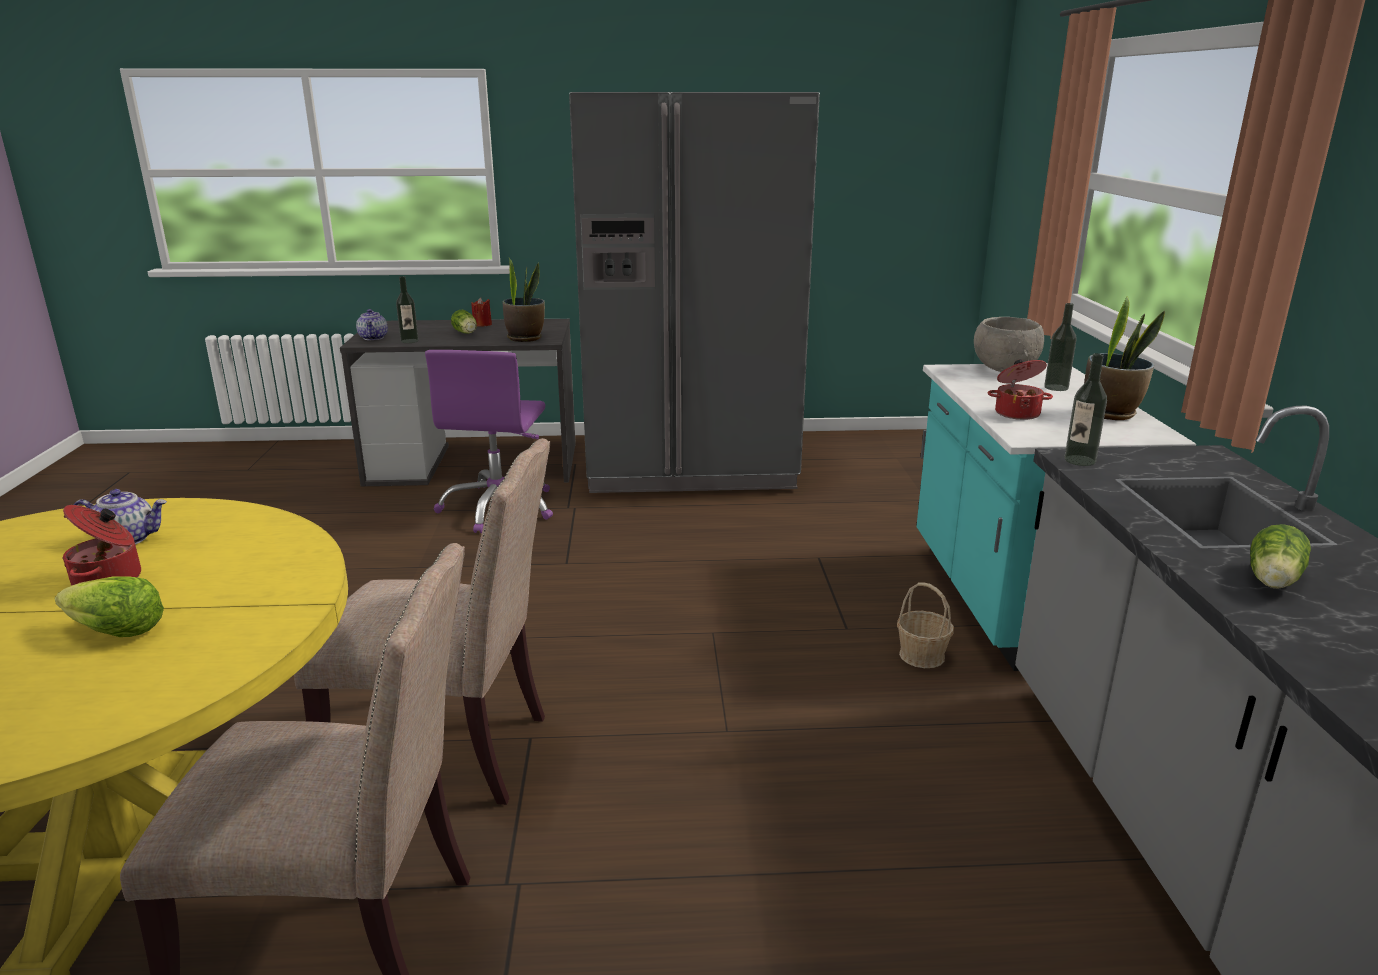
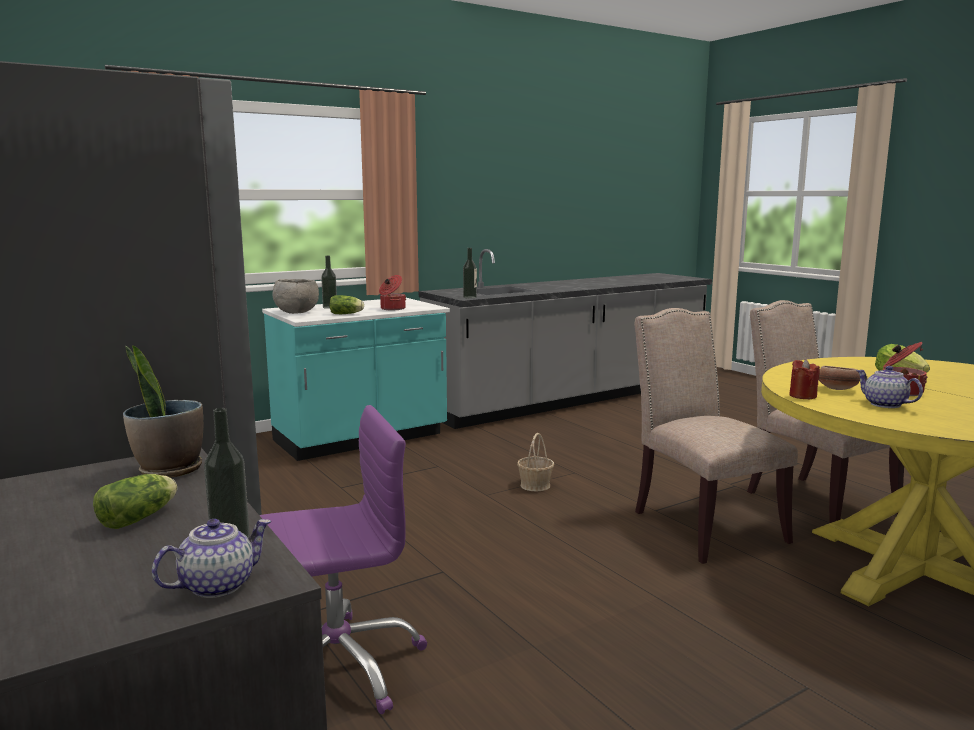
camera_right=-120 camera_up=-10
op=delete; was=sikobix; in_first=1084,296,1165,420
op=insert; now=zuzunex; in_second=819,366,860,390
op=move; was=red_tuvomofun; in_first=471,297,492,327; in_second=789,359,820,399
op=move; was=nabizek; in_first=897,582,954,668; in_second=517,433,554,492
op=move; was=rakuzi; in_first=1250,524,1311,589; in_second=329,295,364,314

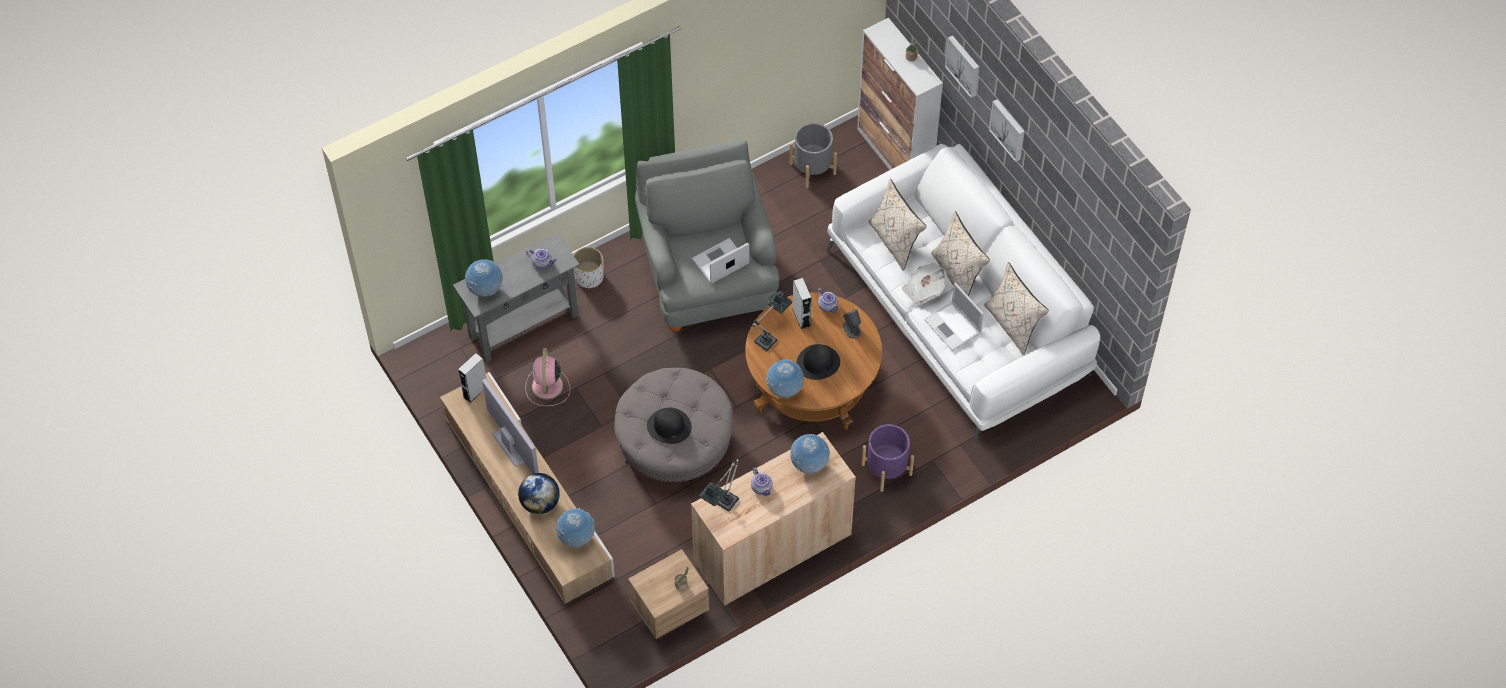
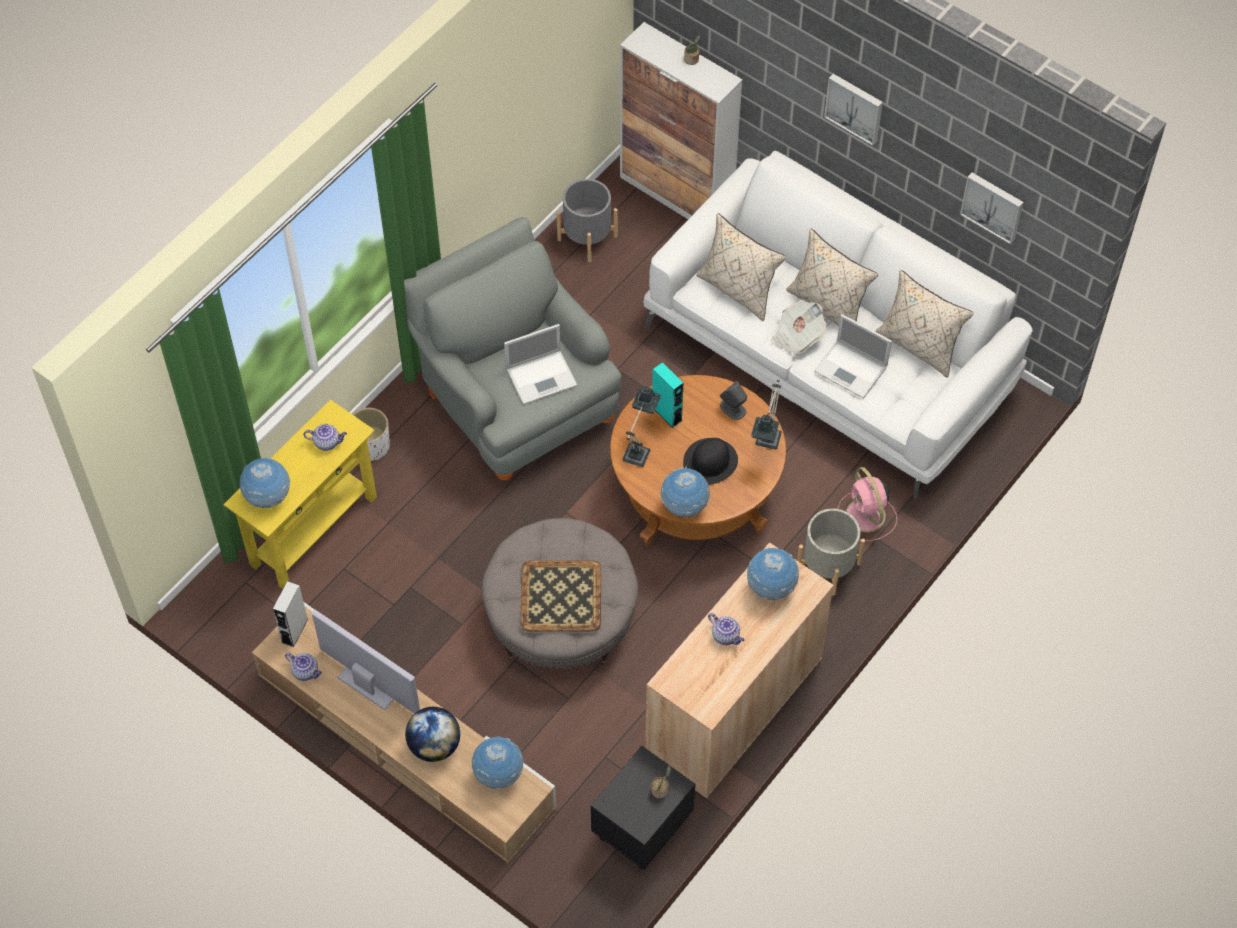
camera_right=-20 camera_up=0
op=move; was=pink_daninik; in_first=525,348,570,406; in_second=837,467,897,541
op=move; was=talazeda; in_first=699,458,740,512; in_second=751,380,782,449
op=move; was=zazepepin; in_first=817,288,839,313; in_second=285,653,322,681
op=move; was=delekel; in_first=945,35,979,98; in_second=960,173,1023,244
op=replace; was=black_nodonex; now=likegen; in_first=647,408,692,444; in_second=520,560,601,632
op=recolor; was=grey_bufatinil; now=yellow_bufatinil; in_first=453,233,580,363; in_second=223,400,377,589
op=recolor; was=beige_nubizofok; now=black_nubizofok; in_first=628,549,709,640; in_second=591,746,695,869
op=recolor; was=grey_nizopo; now=turquoise_nizopo; in_first=792,278,811,330; in_second=652,362,683,428
op=recolor; was=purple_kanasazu; now=grey_kanasazu; in_first=861,424,914,492; in_second=797,509,865,596
op=rotate; was=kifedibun; in_first=692,238,749,284; in_second=504,324,577,405; clockwise=-150

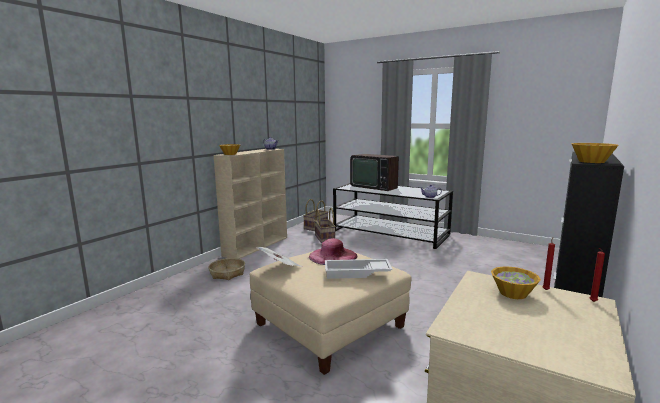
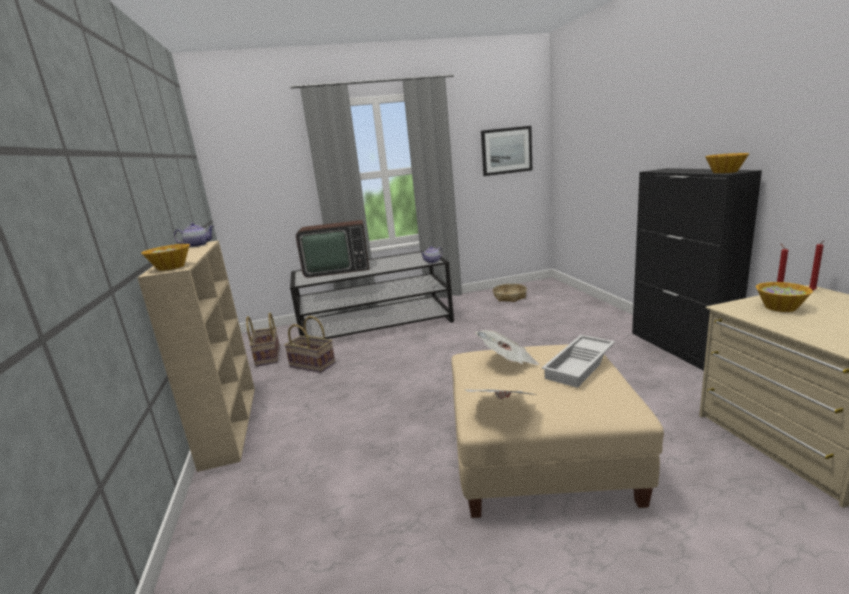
camera_right=-45 camera_up=5
op=insert; now=delekel; in_second=481,126,532,176
op=move; was=nabizek; in_first=208,258,245,280; in_second=493,284,527,302
op=replace; was=pink_nodonex; now=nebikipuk; in_first=309,238,358,265; in_second=475,330,540,365

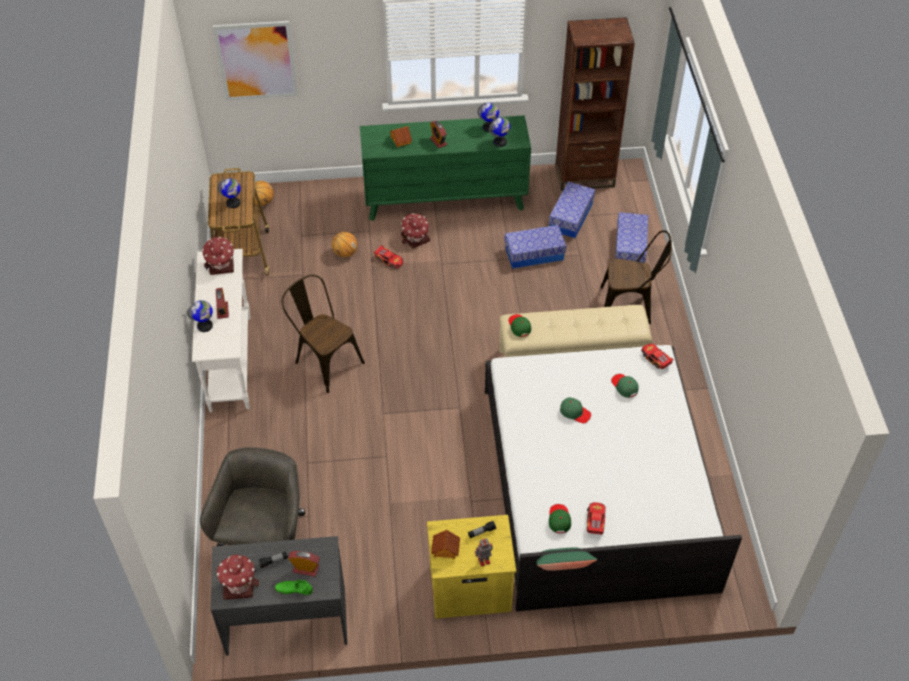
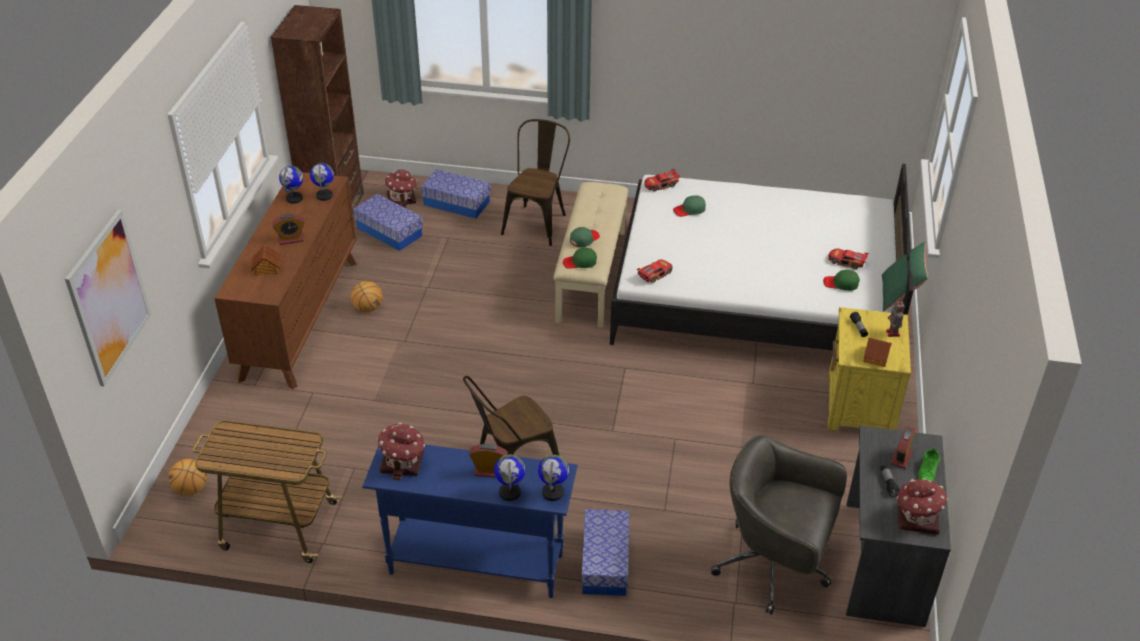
camera_right=-75 camera_up=-10
op=move; was=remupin; in_first=217,178,241,208; in_second=538,455,569,501
op=move; was=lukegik; in_first=332,232,357,257; in_second=351,281,383,312
op=move; was=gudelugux; in_first=374,245,403,269; in_second=636,259,673,283
op=move; was=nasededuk; in_first=401,213,430,249; in_second=385,169,417,208
op=move; was=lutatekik; in_first=504,225,567,269; in_second=581,509,629,596
op=move; was=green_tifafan; in_first=560,397,591,423; in_second=570,227,600,247
op=recolor; was=white_bufatinil; now=blue_bufatinil; in_first=192,249,251,412; in_second=362,444,578,598
op=recolor; was=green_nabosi; now=brown_nabosi; in_first=360,115,531,221; in_second=214,172,357,389

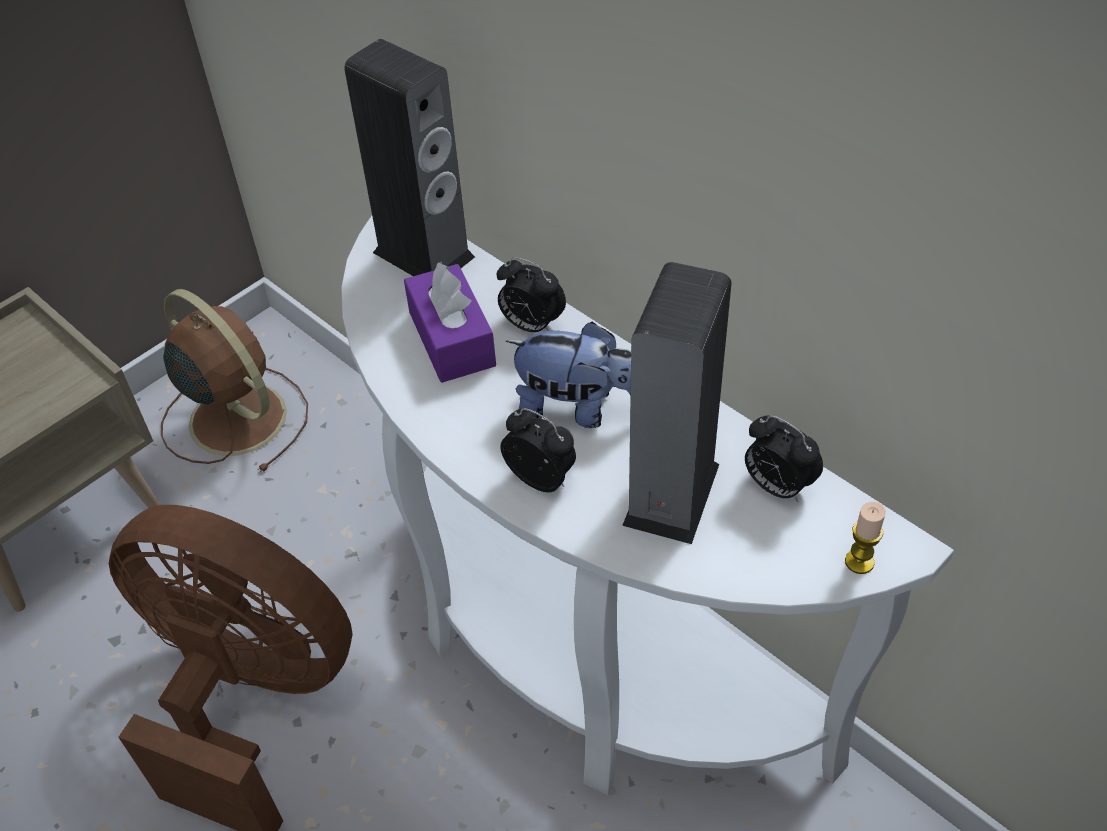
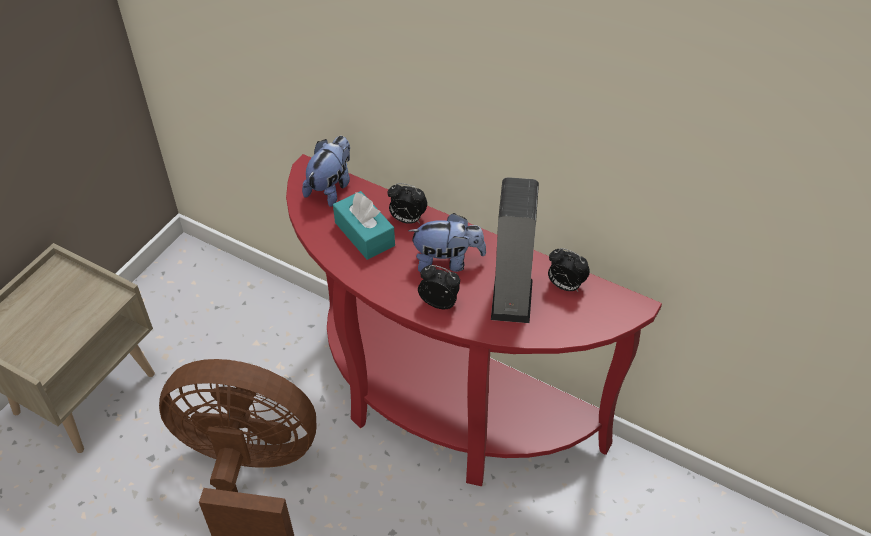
camera_right=-15 camera_up=0
op=delete; was=brown_daninik; in_first=161,289,308,472
op=delete; was=tuvomofun; in_first=845,502,886,574
op=replace; was=nizopo; now=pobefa; in_first=344,39,475,276; in_second=302,136,350,207
op=recolor; was=white_bufatinil; now=red_bufatinil; in_first=341,216,954,795; in_second=286,154,662,486
op=recolor; was=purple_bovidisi; now=turquoise_bovidisi; in_first=404,261,496,383; in_second=333,191,395,260

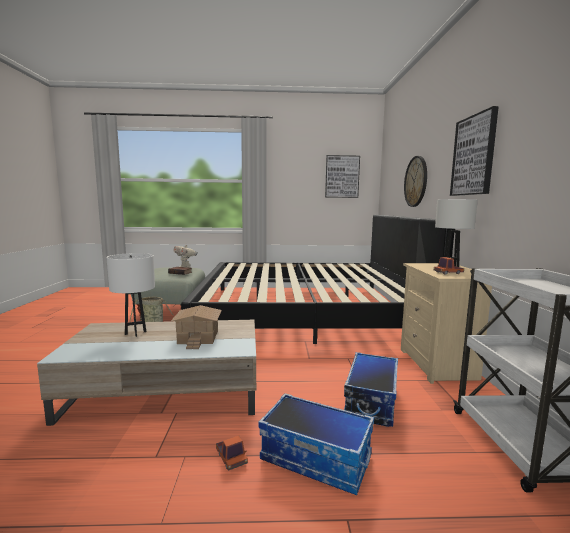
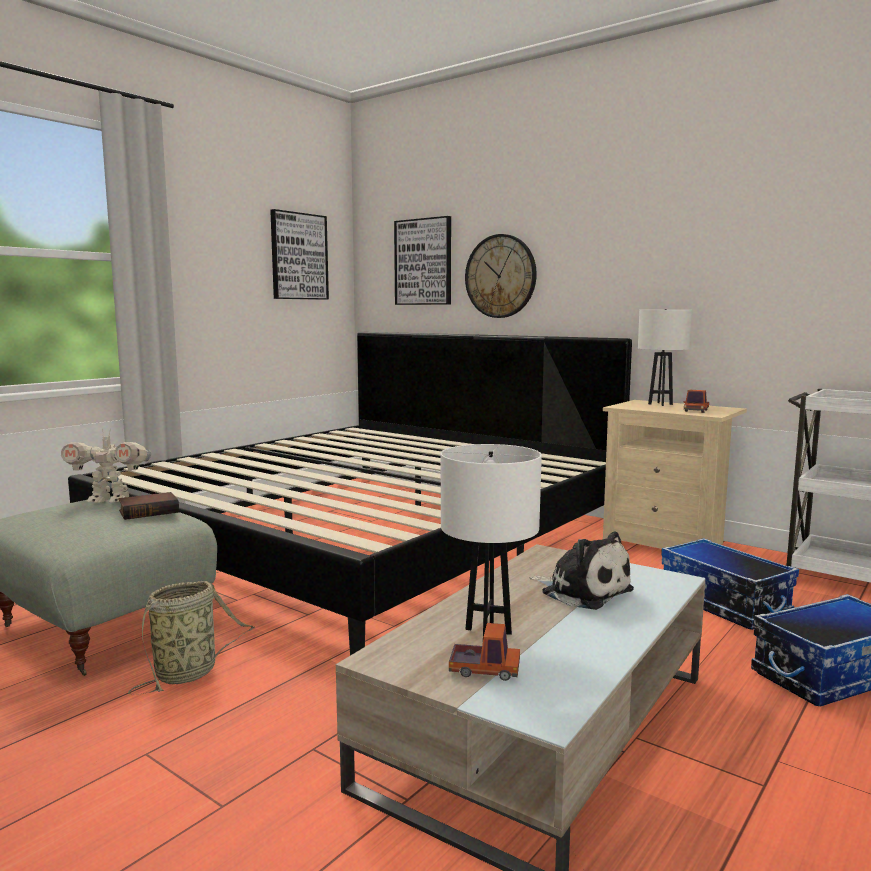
camera_right=-50 camera_up=0
op=move; was=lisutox; in_first=216,435,248,471; in_second=449,623,520,681
op=move; was=delekel; in_first=450,106,499,196; in_second=394,216,451,305
op=replace; was=nasededuk; now=pobefa; in_first=171,305,222,349; in_second=530,532,634,610

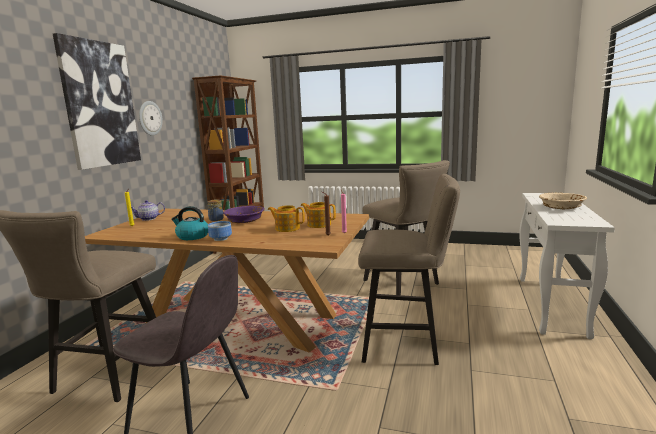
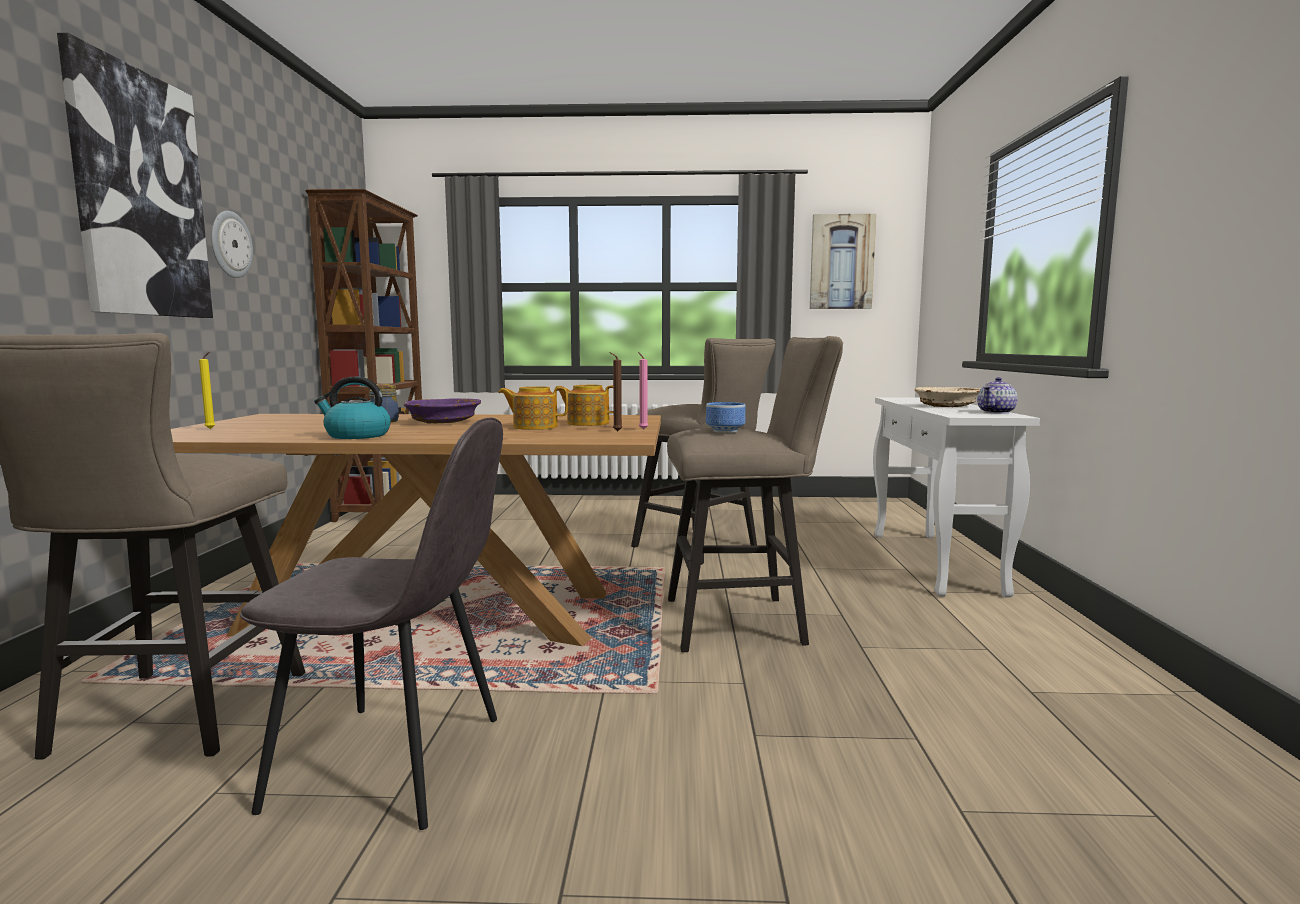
camera_right=-15 camera_up=-5
op=insert; now=delekel; in_second=810,214,876,309
op=move; was=zazepepin; in_first=131,200,165,221; in_second=977,377,1018,414
op=move; was=zuzunex; in_first=208,221,232,241; in_second=706,402,746,433

